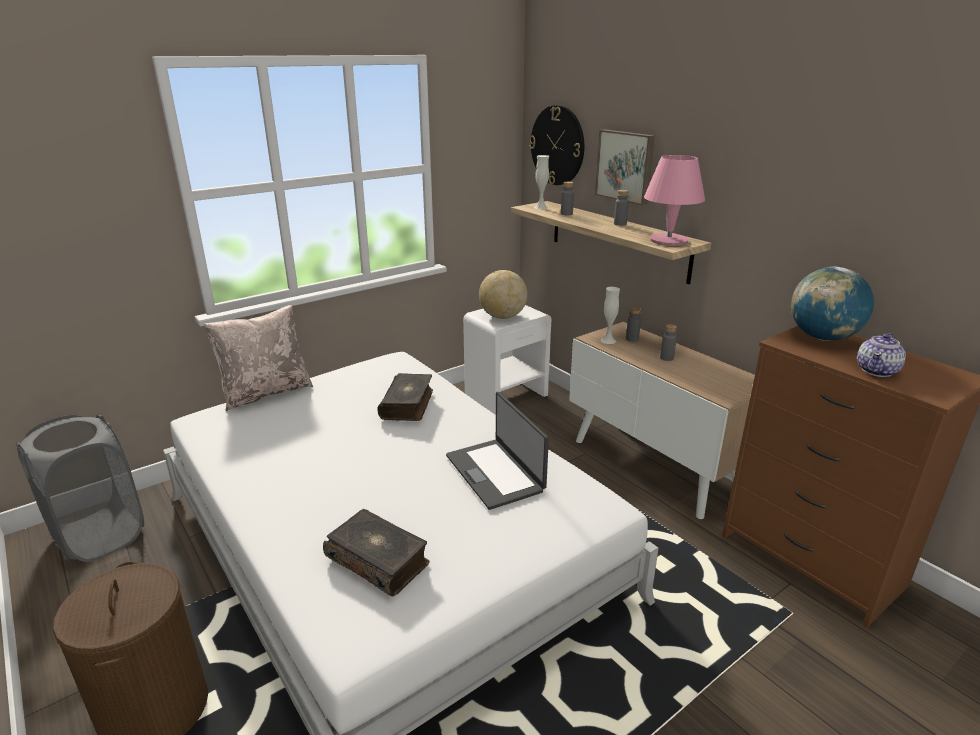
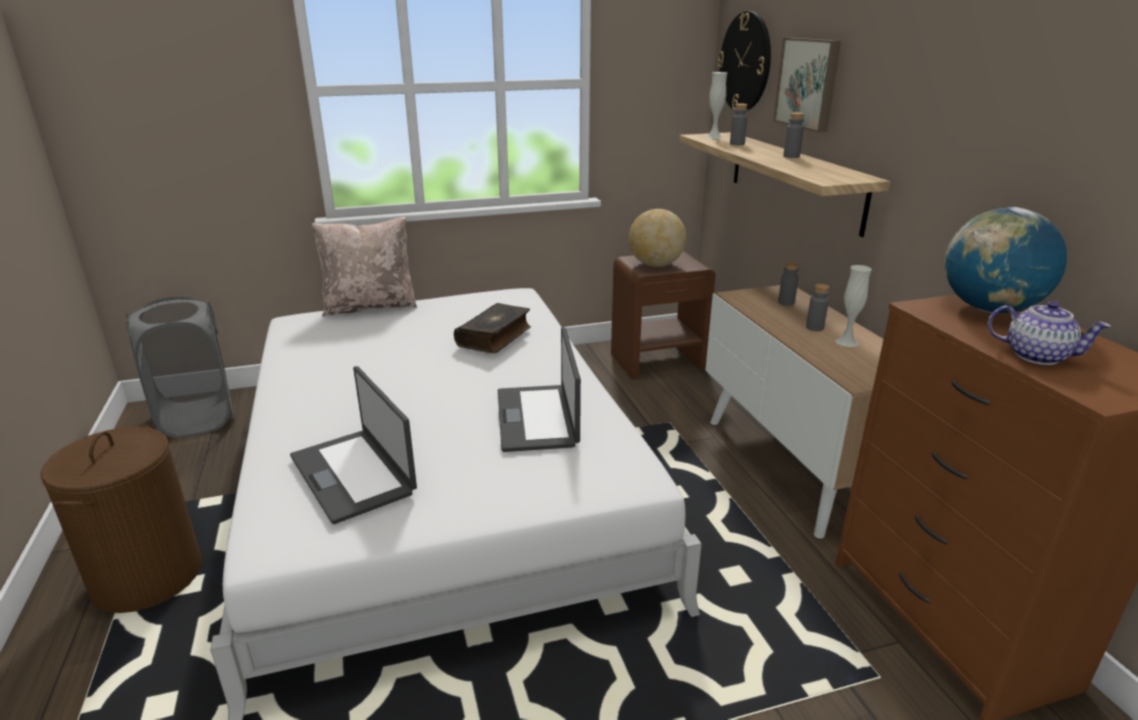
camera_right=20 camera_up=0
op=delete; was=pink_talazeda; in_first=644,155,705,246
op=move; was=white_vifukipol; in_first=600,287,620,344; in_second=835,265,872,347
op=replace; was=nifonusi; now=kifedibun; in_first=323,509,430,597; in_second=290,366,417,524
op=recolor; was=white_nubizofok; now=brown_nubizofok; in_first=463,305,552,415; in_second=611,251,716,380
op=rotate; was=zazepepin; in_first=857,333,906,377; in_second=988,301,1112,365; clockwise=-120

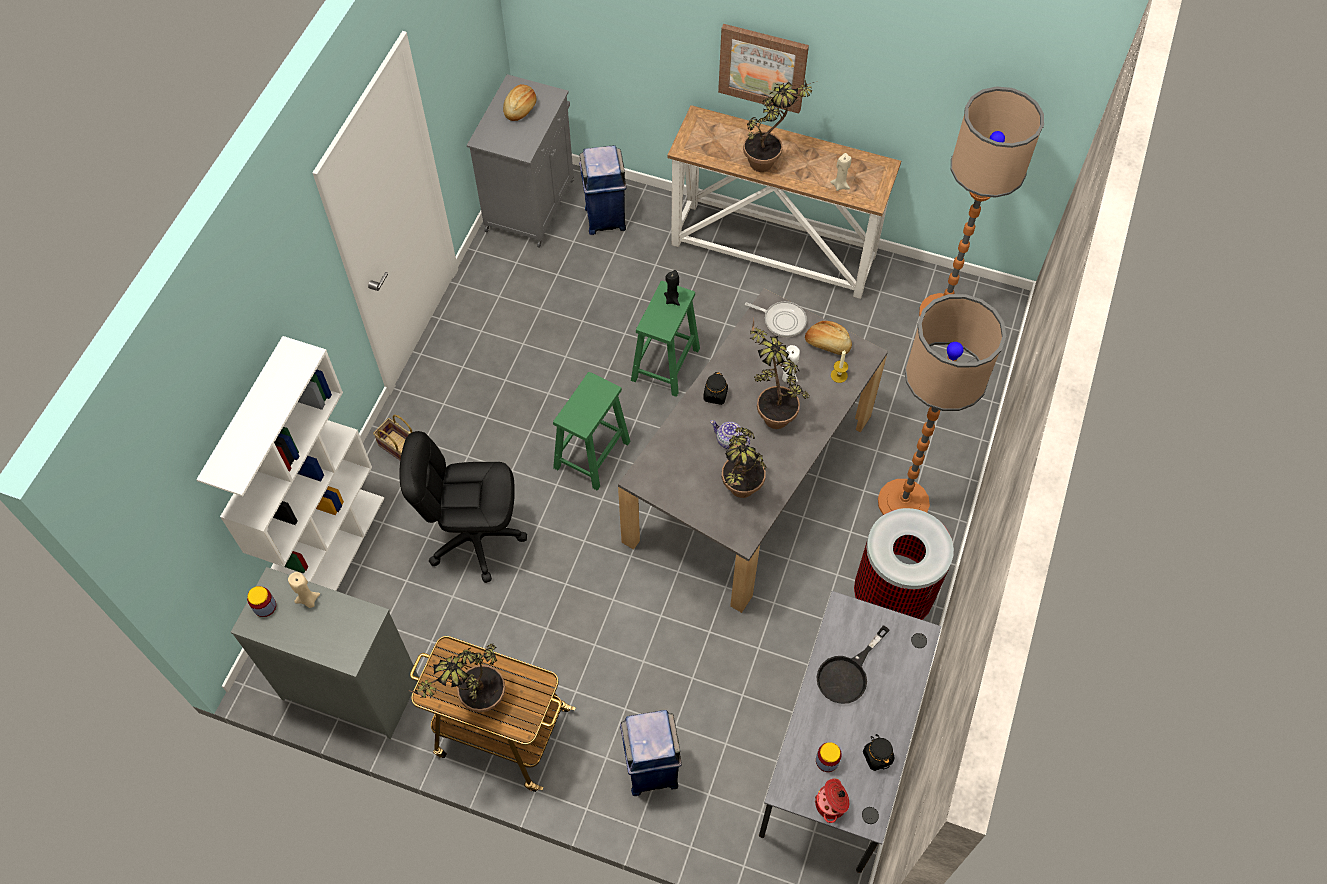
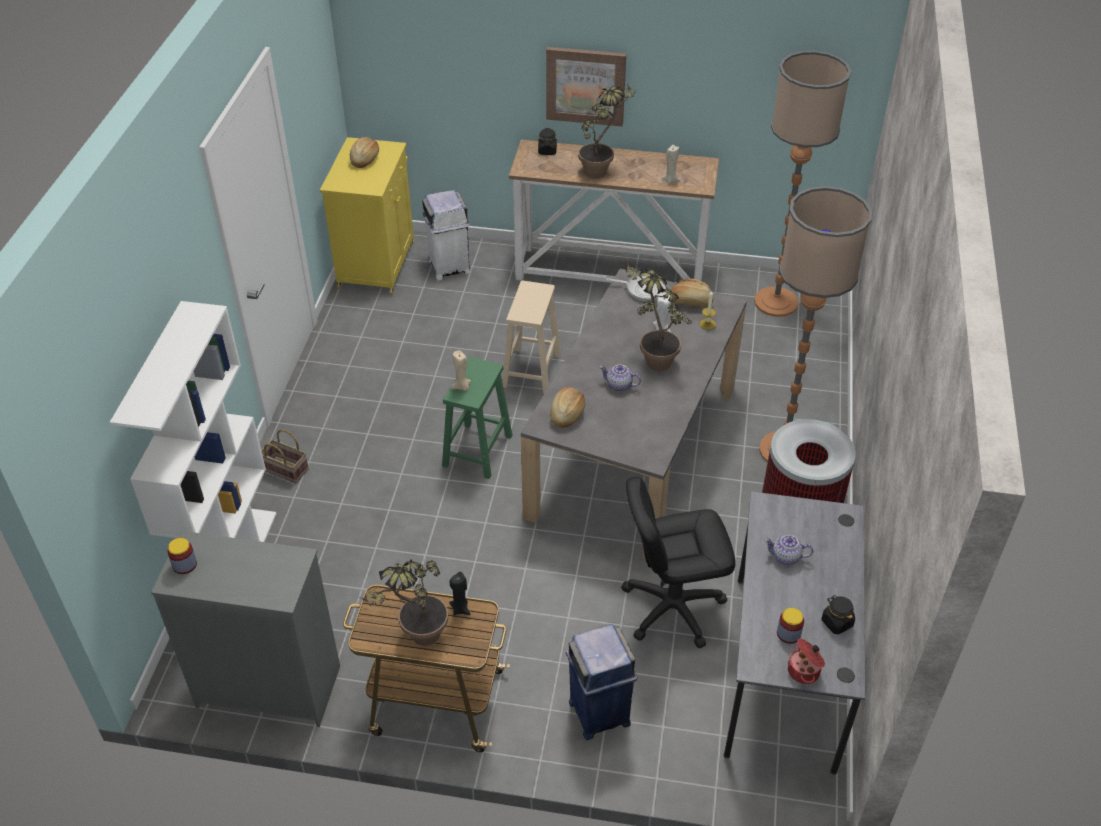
camera_right=-10 camera_up=-15
op=delete; was=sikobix; in_first=722,427,767,498
op=insert; now=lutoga; in_second=550,387,585,428
op=move; was=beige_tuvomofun; in_first=288,572,320,608; in_second=451,350,471,391
op=move; was=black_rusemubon; in_first=399,431,527,583; in_second=621,477,736,648
op=move; was=black_tuvomofun; in_first=664,270,680,306; in_second=449,572,471,615
op=move; was=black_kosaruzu; in_first=703,372,728,405; in_second=538,128,557,155
op=replace; was=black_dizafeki; now=zazepepin; in_first=817,625,890,704; in_second=764,535,813,565
op=recolor; was=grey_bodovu; now=yellow_bodovu; in_first=467,74,574,248; in_second=320,137,414,295
op=recolor; was=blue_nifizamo; now=white_nifizamo; in_first=579,145,627,235; in_second=422,190,471,280
op=recolor; was=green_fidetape; now=beige_fidetape; in_first=631,281,700,397; in_second=502,281,561,394

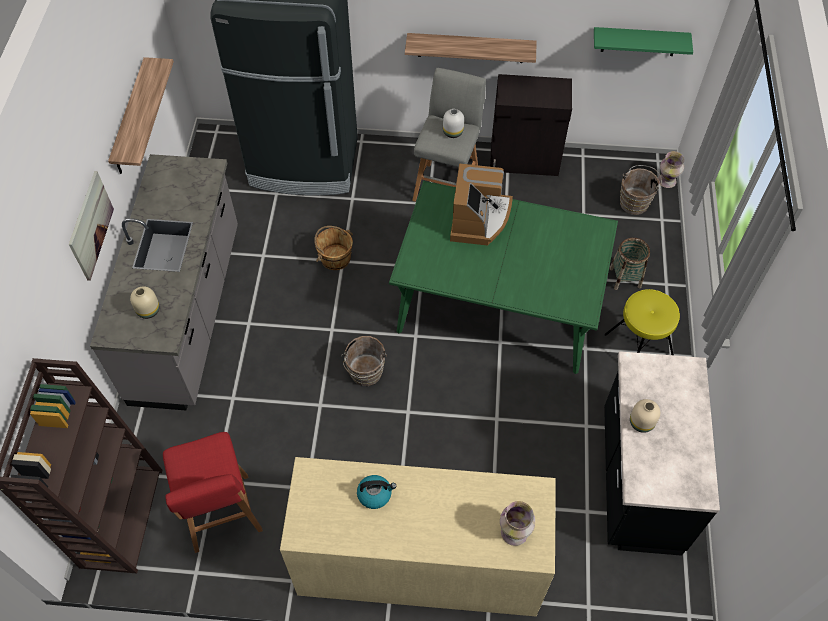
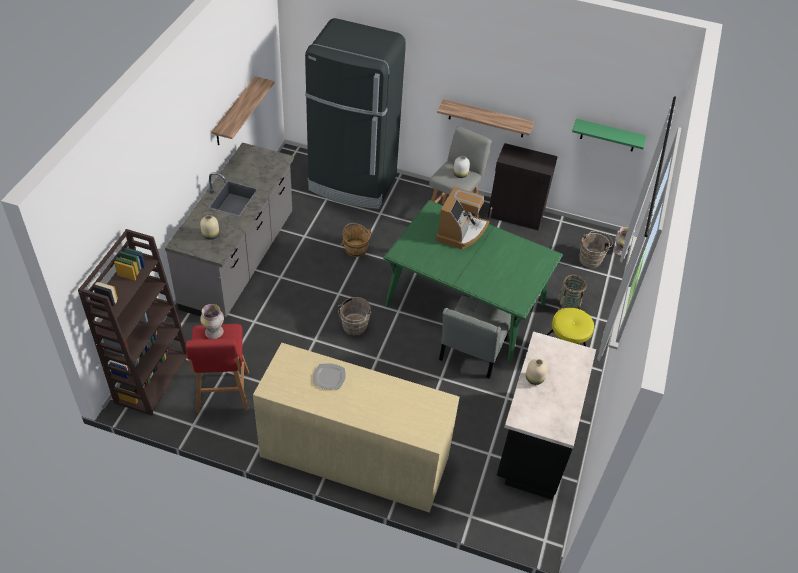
camera_right=10 camera_up=-10
op=delete; was=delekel; in_first=69,171,114,281
op=insert; now=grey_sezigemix; in_second=439,296,511,379
op=move; was=vifukipol; in_first=500,501,535,546; in_second=200,304,224,339
op=replace; was=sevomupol; now=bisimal; in_first=357,475,396,509; in_second=313,363,346,389

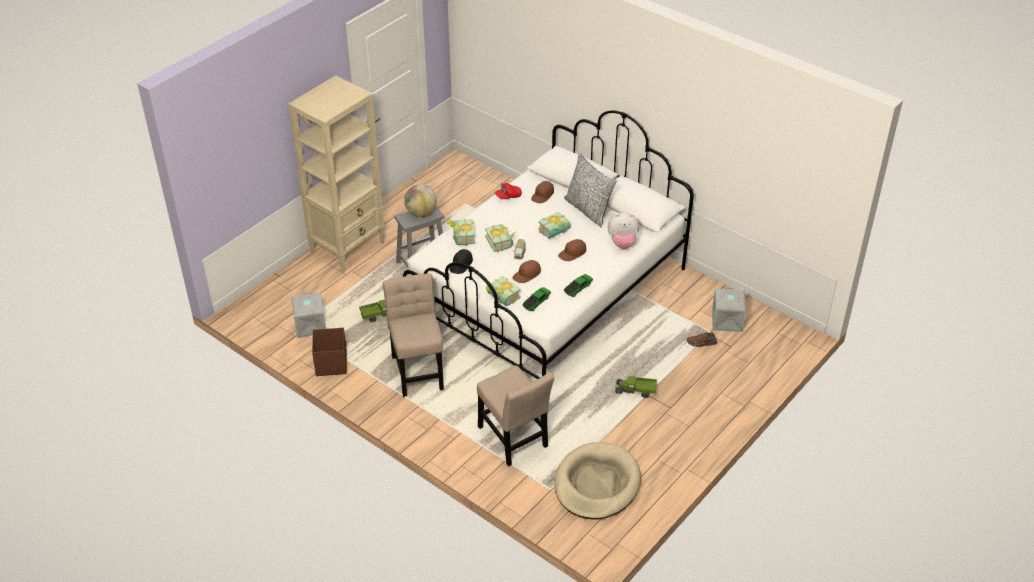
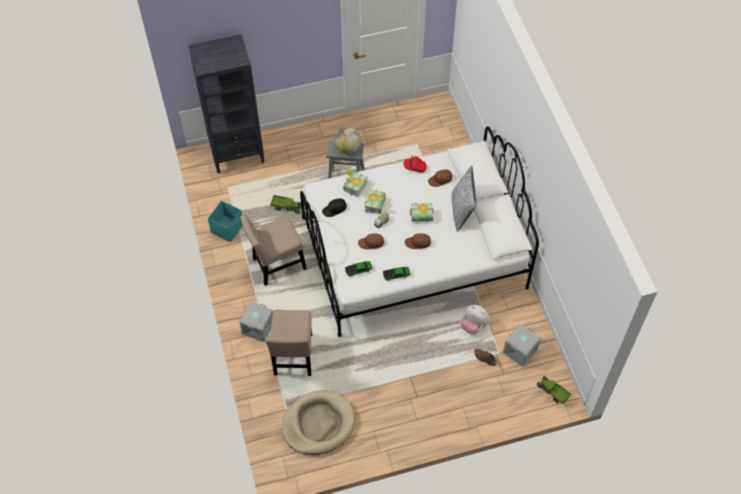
camera_right=35 camera_up=15
op=delete; was=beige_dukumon; in_first=288,75,385,272
op=delete; was=nifonusi; in_first=485,276,521,306
op=insert; now=black_dukumon; in_second=188,34,264,173
op=move; was=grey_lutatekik; in_first=291,292,326,338; in_second=240,302,273,342
op=move; was=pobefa; in_first=608,213,639,249; in_second=461,305,489,334
op=move; was=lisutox; in_first=615,376,657,398; in_second=537,376,571,404
op=recolor; was=brown_lutatekik; now=turquoise_lutatekik; in_first=312,328,347,376; in_second=208,201,243,242
op=rotate; was=beige_sezigemix; in_first=383,273,444,397; in_second=240,215,307,286; clockwise=-135

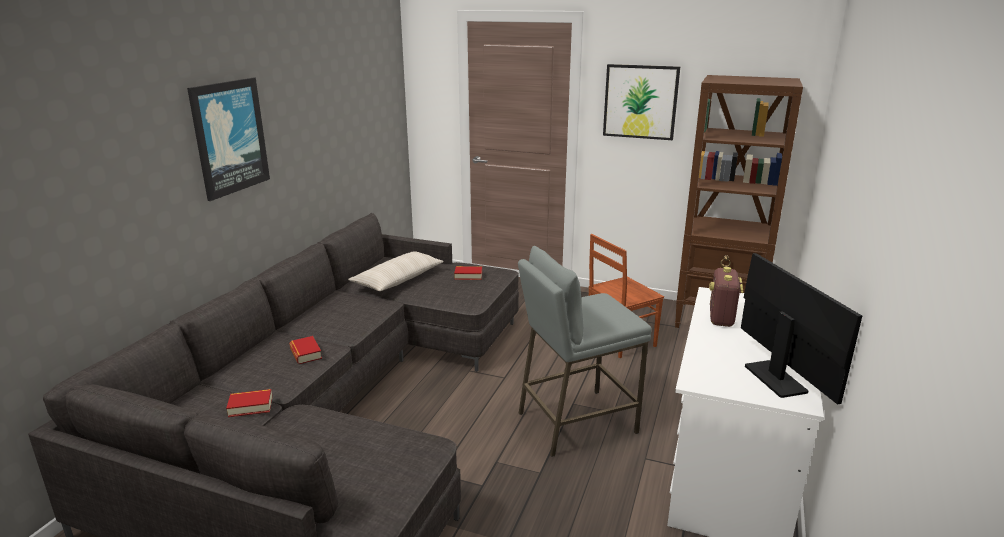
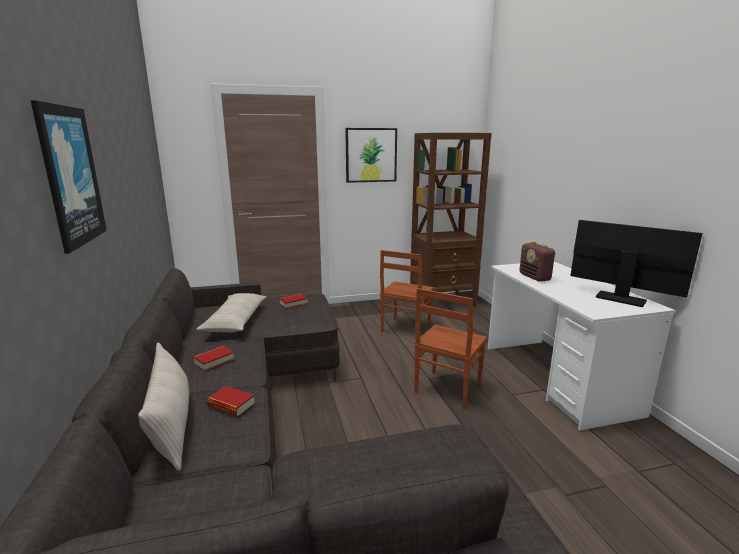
camera_right=-35 camera_up=-5
op=insert; now=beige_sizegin; in_second=138,343,189,471
op=move; was=nifonusi; in_first=226,389,272,417; in_second=193,346,235,371
op=replace; was=grey_fidetape; now=brown_sezigemix; in_first=518,246,651,457; in_second=414,288,487,409

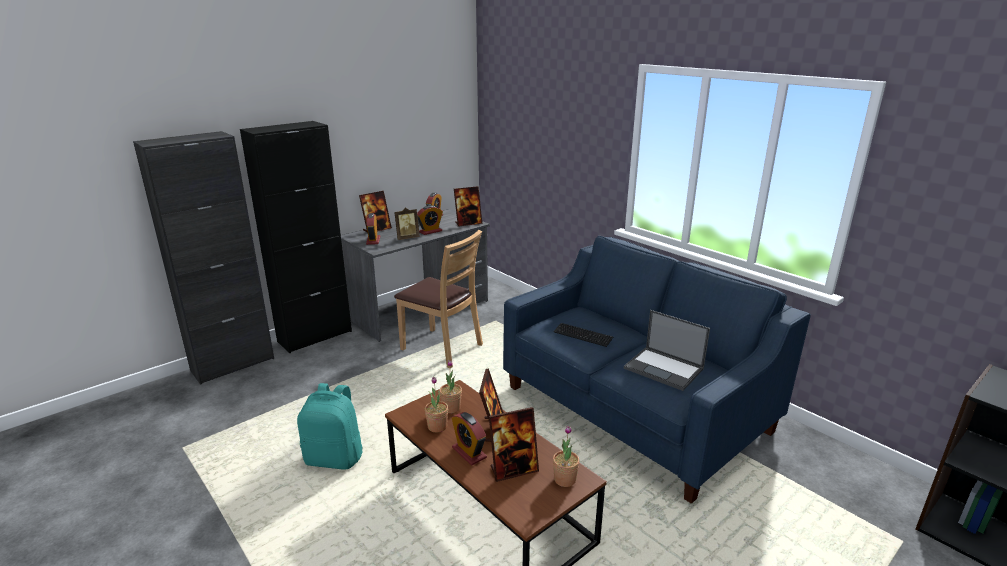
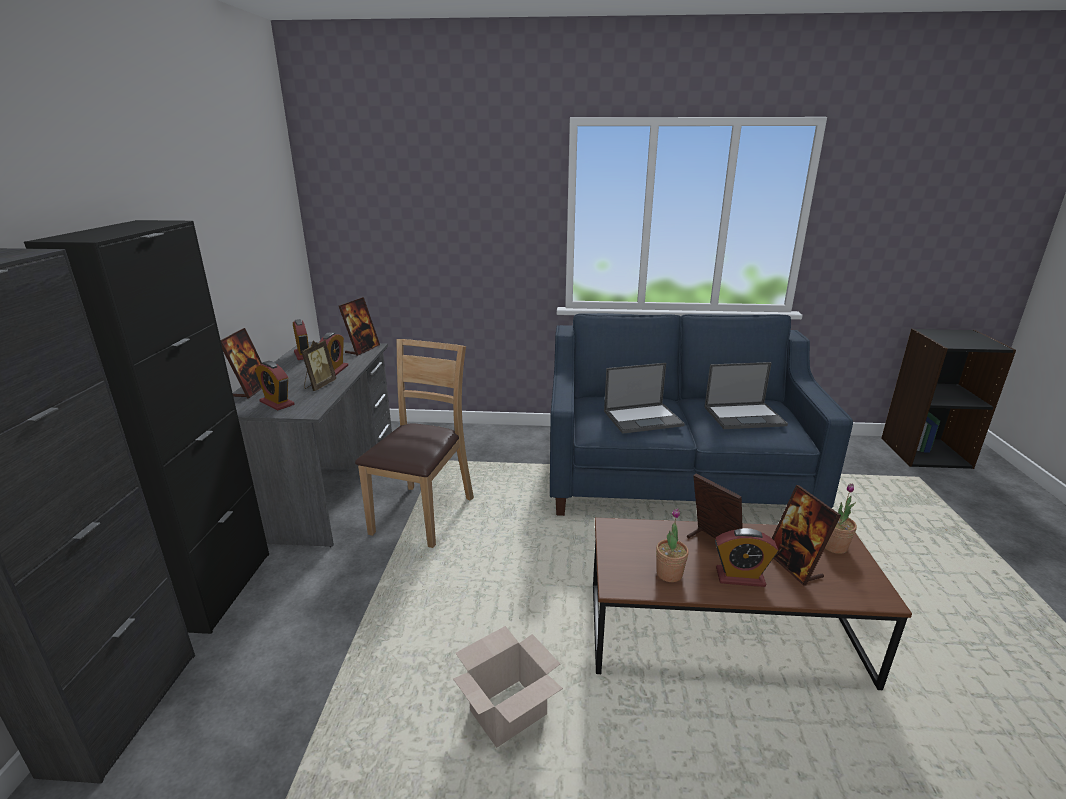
camera_right=-45 camera_up=0
op=delete; was=sikobix; in_first=439,360,462,413
op=replace; was=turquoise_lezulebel; now=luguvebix; in_first=297,383,363,470; in_second=453,626,563,748
op=replace; was=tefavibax; now=kifedibun; in_first=554,323,613,347; in_second=604,363,685,434
op=rotate; was=brown_sezigemix; in_first=394,230,483,369; in_second=355,339,474,548; clockwise=-60
op=rotate; was=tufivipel; in_first=489,407,539,482; in_second=772,485,841,585; clockwise=135

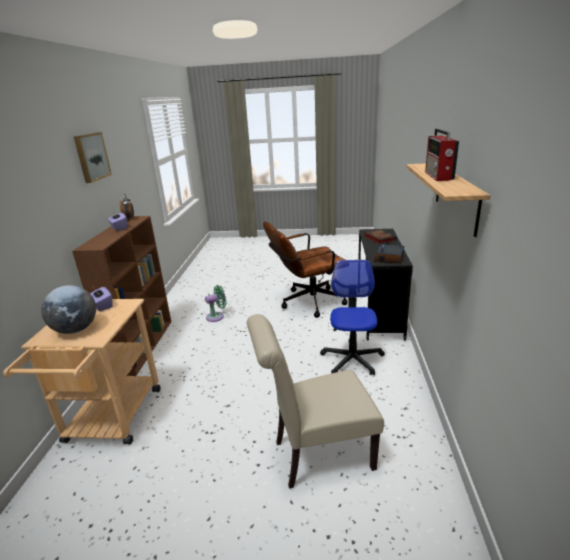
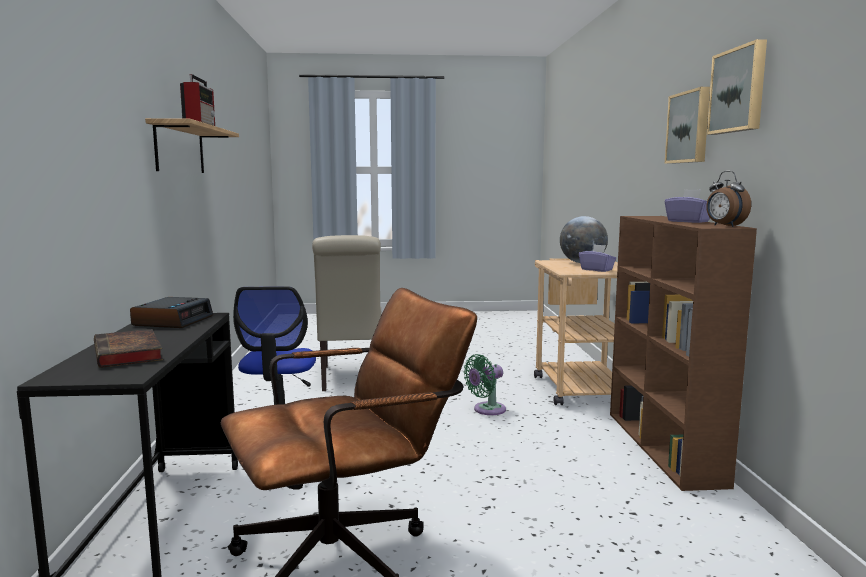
camera_right=170 camera_up=-15
op=insert; now=delekel; in_second=665,87,710,164
op=move; was=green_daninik; in_first=205,285,227,322; in_second=464,354,506,415
op=rotate; was=beige_sezigemix; in_first=247,314,384,489; in_second=312,235,381,391; clockwise=105

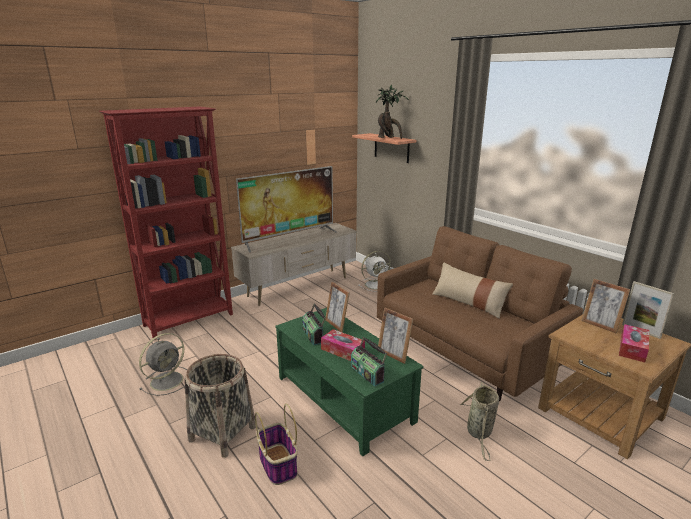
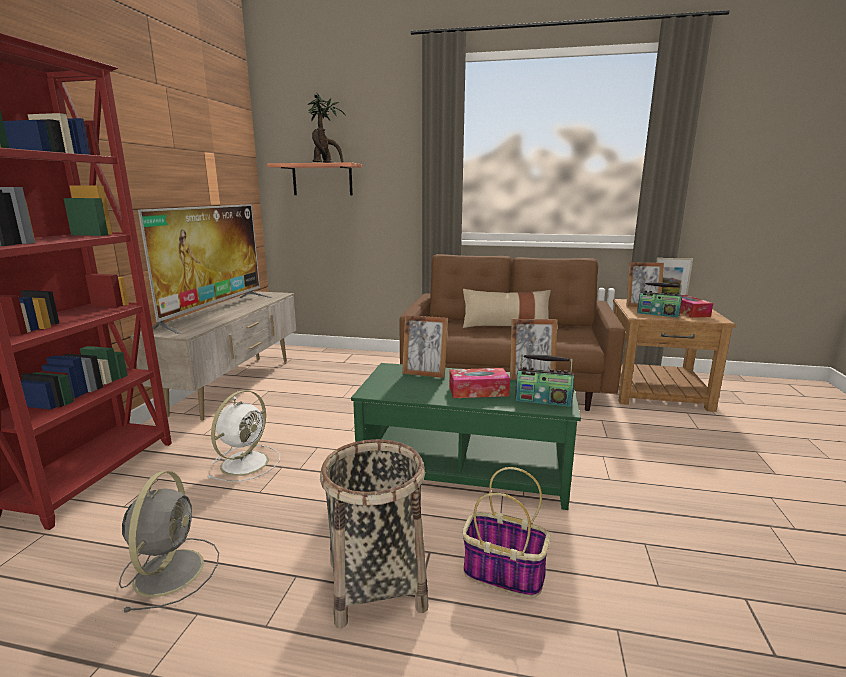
camera_right=-40 camera_up=-5
op=delete; was=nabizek; in_first=460,382,499,461
op=move; was=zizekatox; in_first=302,303,326,346; in_second=637,282,682,318
op=move; was=white_daninik; in_first=358,251,391,291; in_second=208,390,280,482

